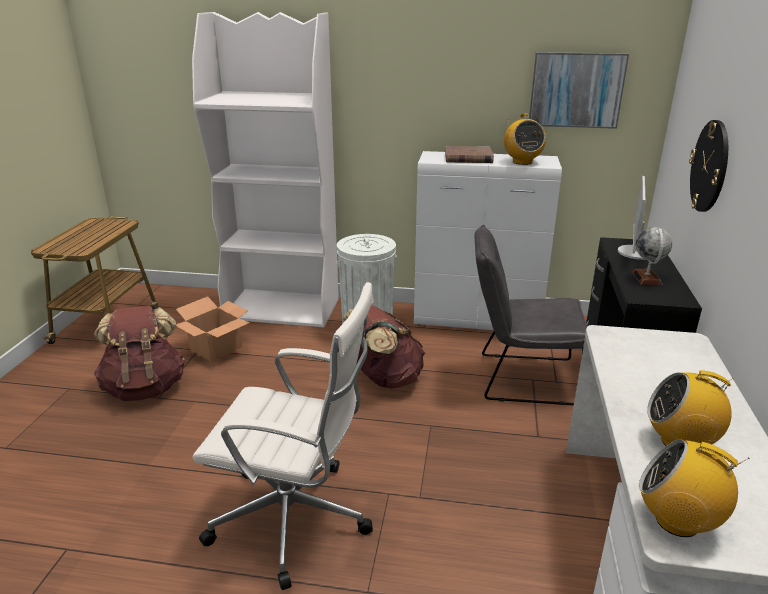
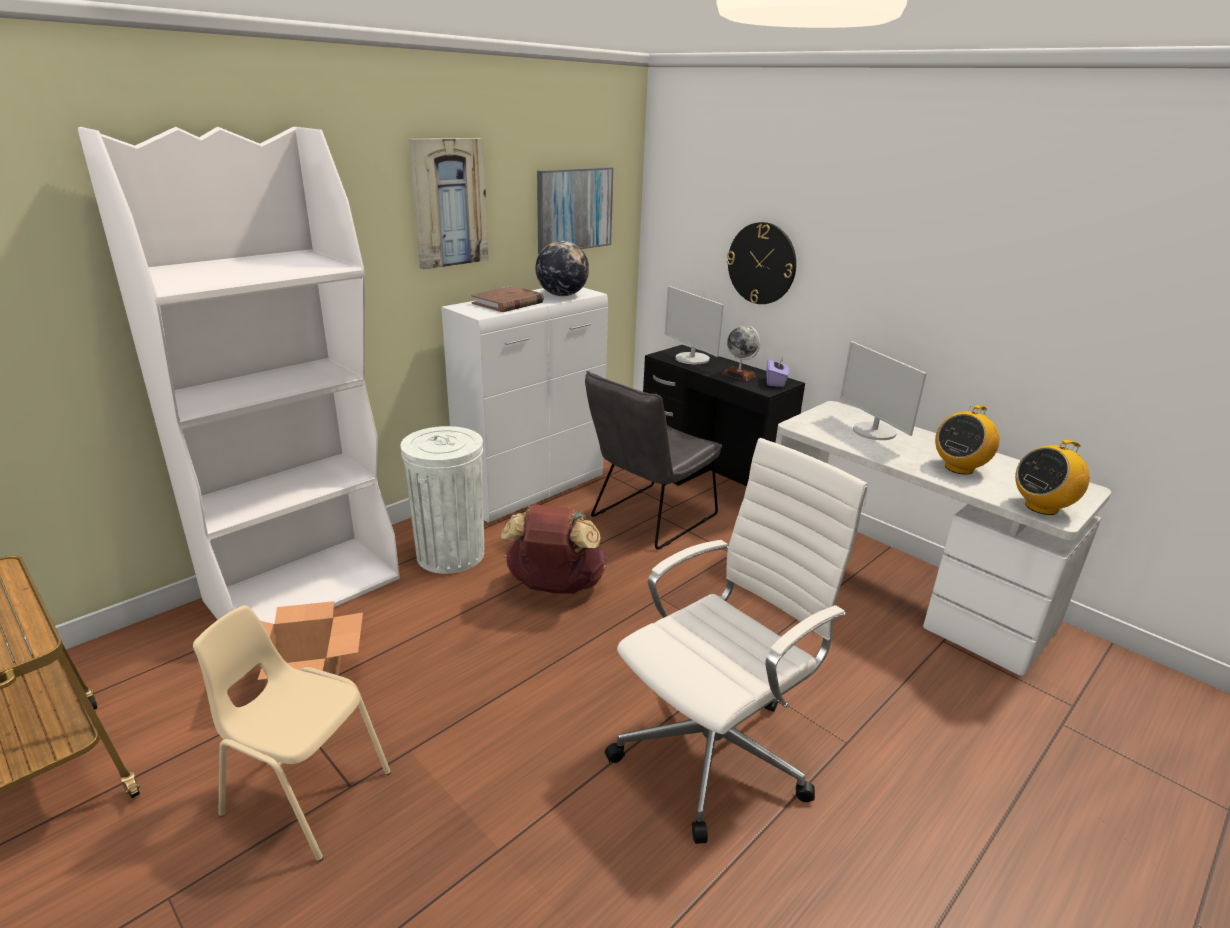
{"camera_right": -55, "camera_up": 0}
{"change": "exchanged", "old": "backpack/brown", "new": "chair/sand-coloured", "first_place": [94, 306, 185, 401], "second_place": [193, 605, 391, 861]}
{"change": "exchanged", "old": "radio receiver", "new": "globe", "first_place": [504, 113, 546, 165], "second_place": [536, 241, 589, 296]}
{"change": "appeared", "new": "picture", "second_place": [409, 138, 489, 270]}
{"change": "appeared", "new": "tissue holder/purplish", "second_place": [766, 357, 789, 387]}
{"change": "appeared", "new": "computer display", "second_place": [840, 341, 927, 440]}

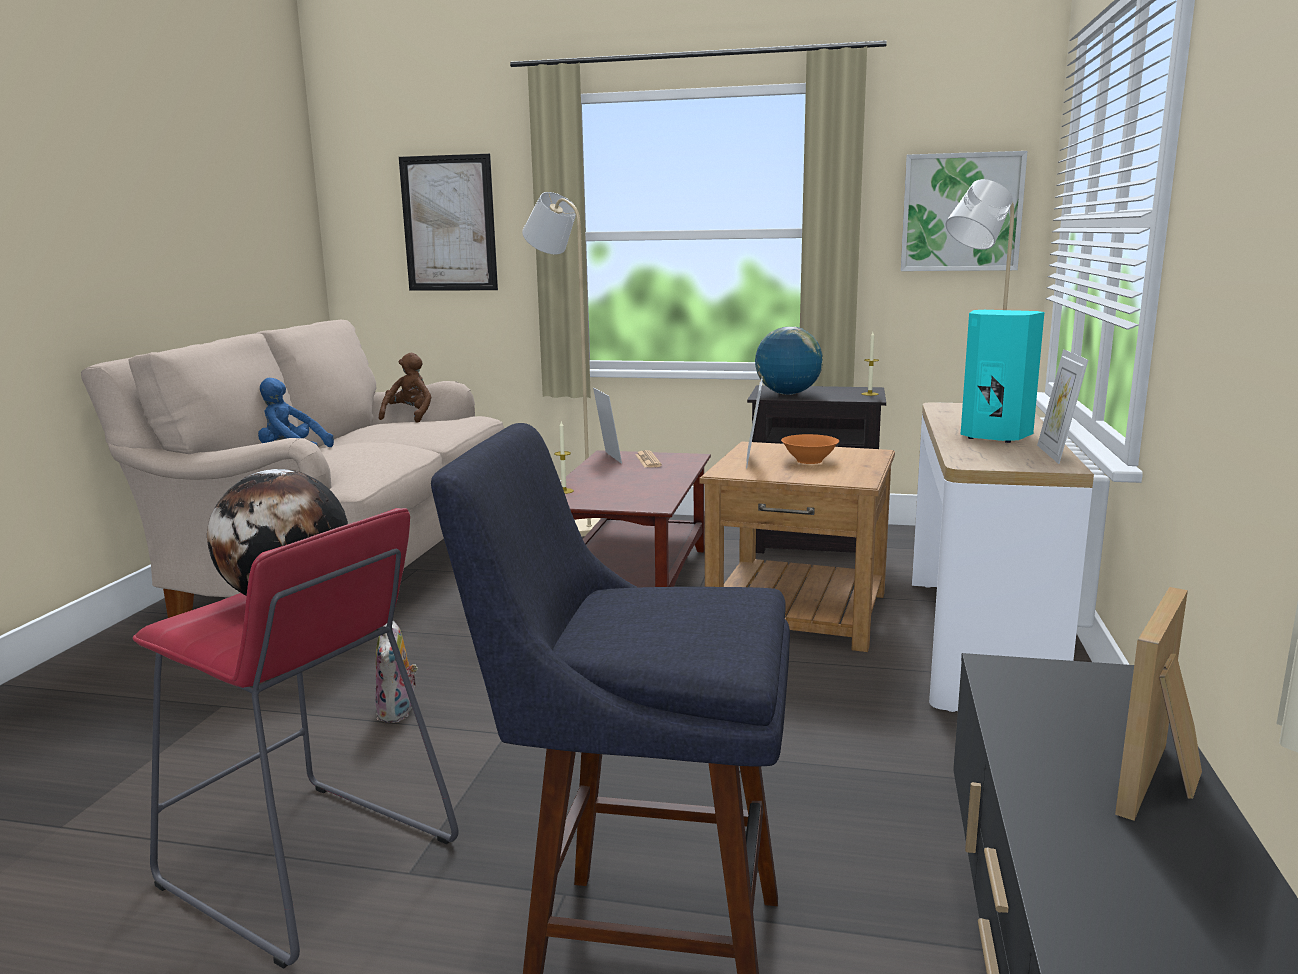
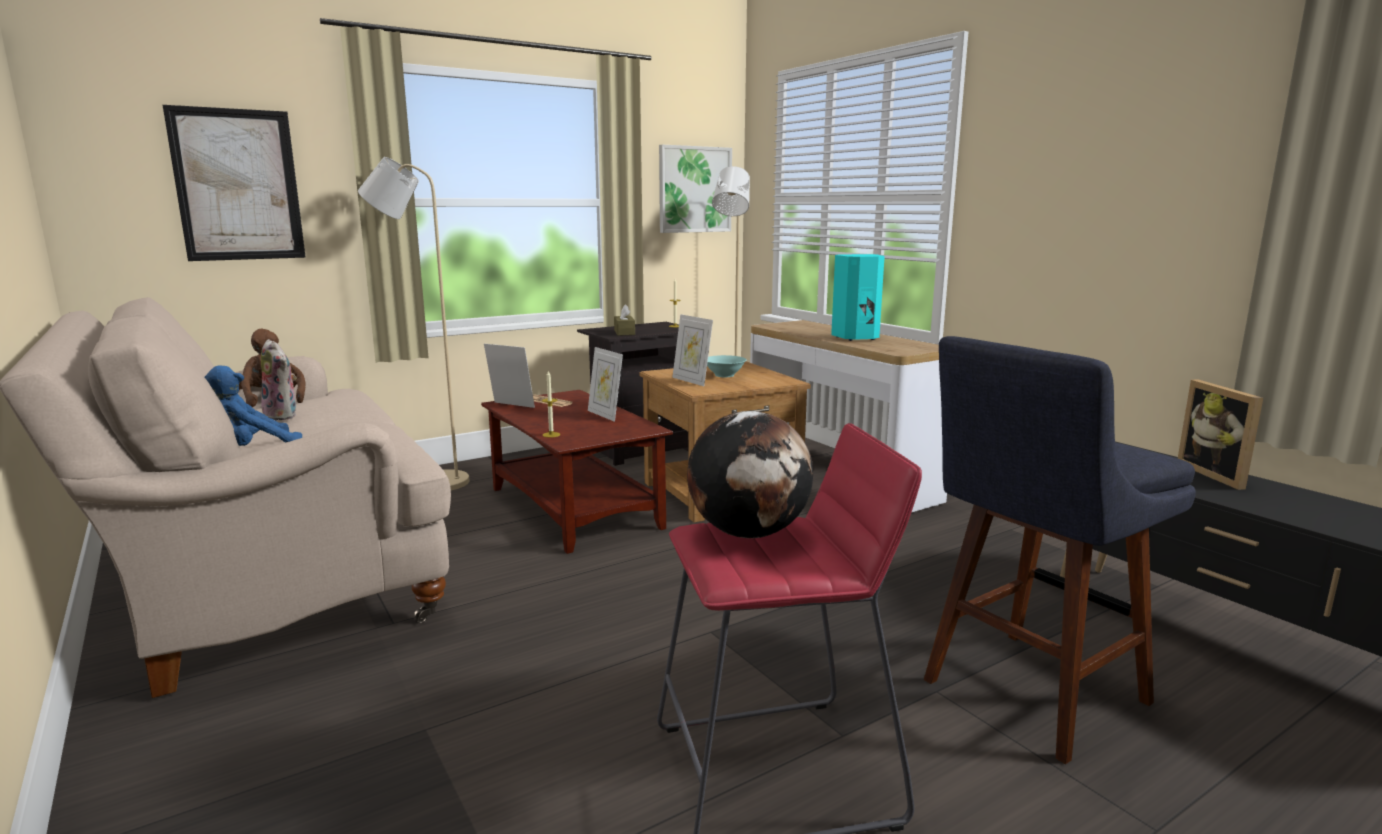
{"camera_right": -45, "camera_up": 0}
{"change": "relocated", "old": "cuddly toy", "first_place": [375, 621, 418, 723], "second_place": [261, 339, 297, 420]}
{"change": "exchanged", "old": "globe", "new": "tissue holder/brown", "first_place": [755, 327, 823, 395], "second_place": [614, 304, 635, 336]}
{"change": "colour", "old": "bowl/orange", "new": "bowl/turquoise-coloured", "first_place": [781, 434, 839, 464], "second_place": [707, 355, 747, 377]}
{"change": "relocated", "old": "photo frame", "first_place": [1037, 349, 1088, 464], "second_place": [588, 347, 623, 422]}

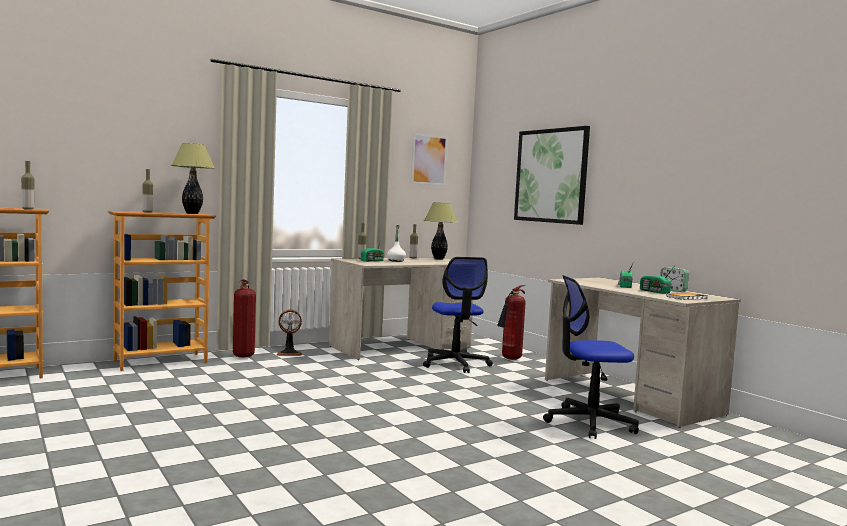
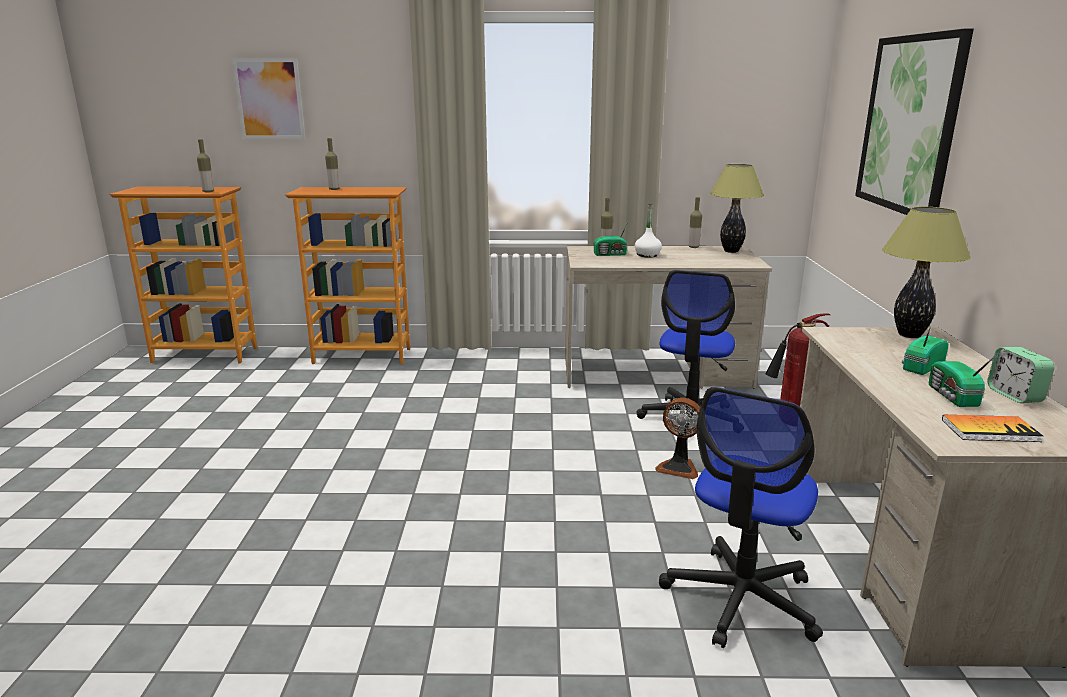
{"camera_right": 35, "camera_up": 15}
{"change": "relocated", "old": "tabletop lamp", "first_place": [171, 143, 215, 214], "second_place": [882, 207, 971, 338]}
{"change": "missing", "old": "fire-fighting cylinder", "first_place": [233, 279, 256, 358]}
{"change": "relocated", "old": "fan", "first_place": [276, 309, 302, 356], "second_place": [655, 398, 700, 479]}
{"change": "relocated", "old": "picture", "first_place": [411, 133, 448, 186], "second_place": [232, 59, 305, 139]}
{"change": "spun", "old": "desk chair", "first_place": [543, 275, 639, 439], "second_place": [659, 387, 823, 648], "degrees": -90}

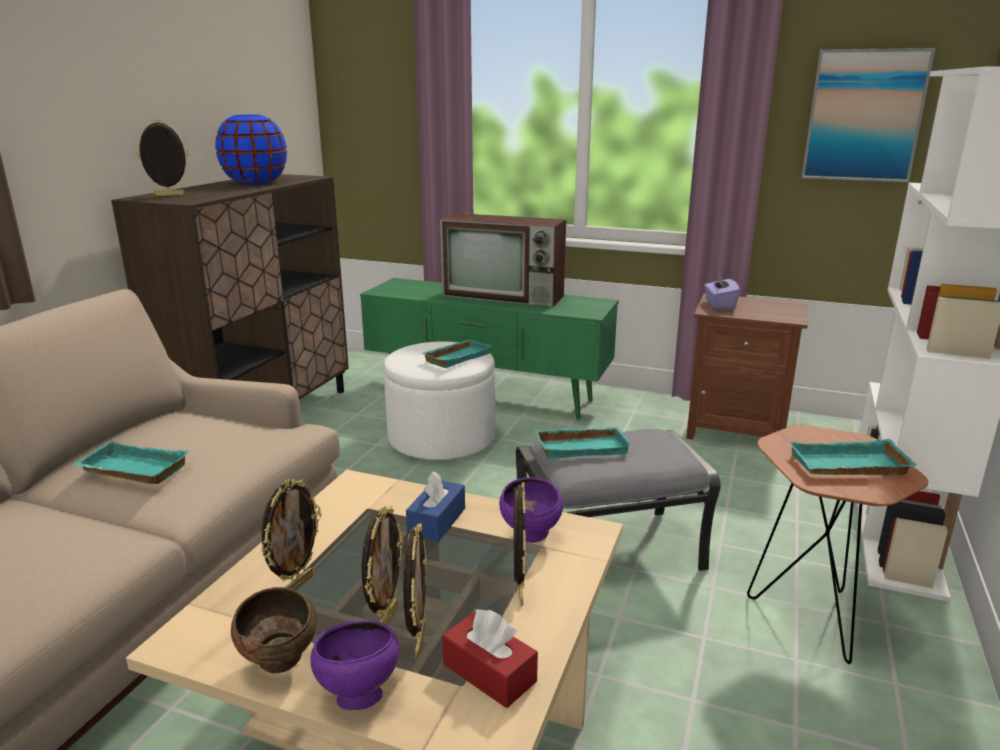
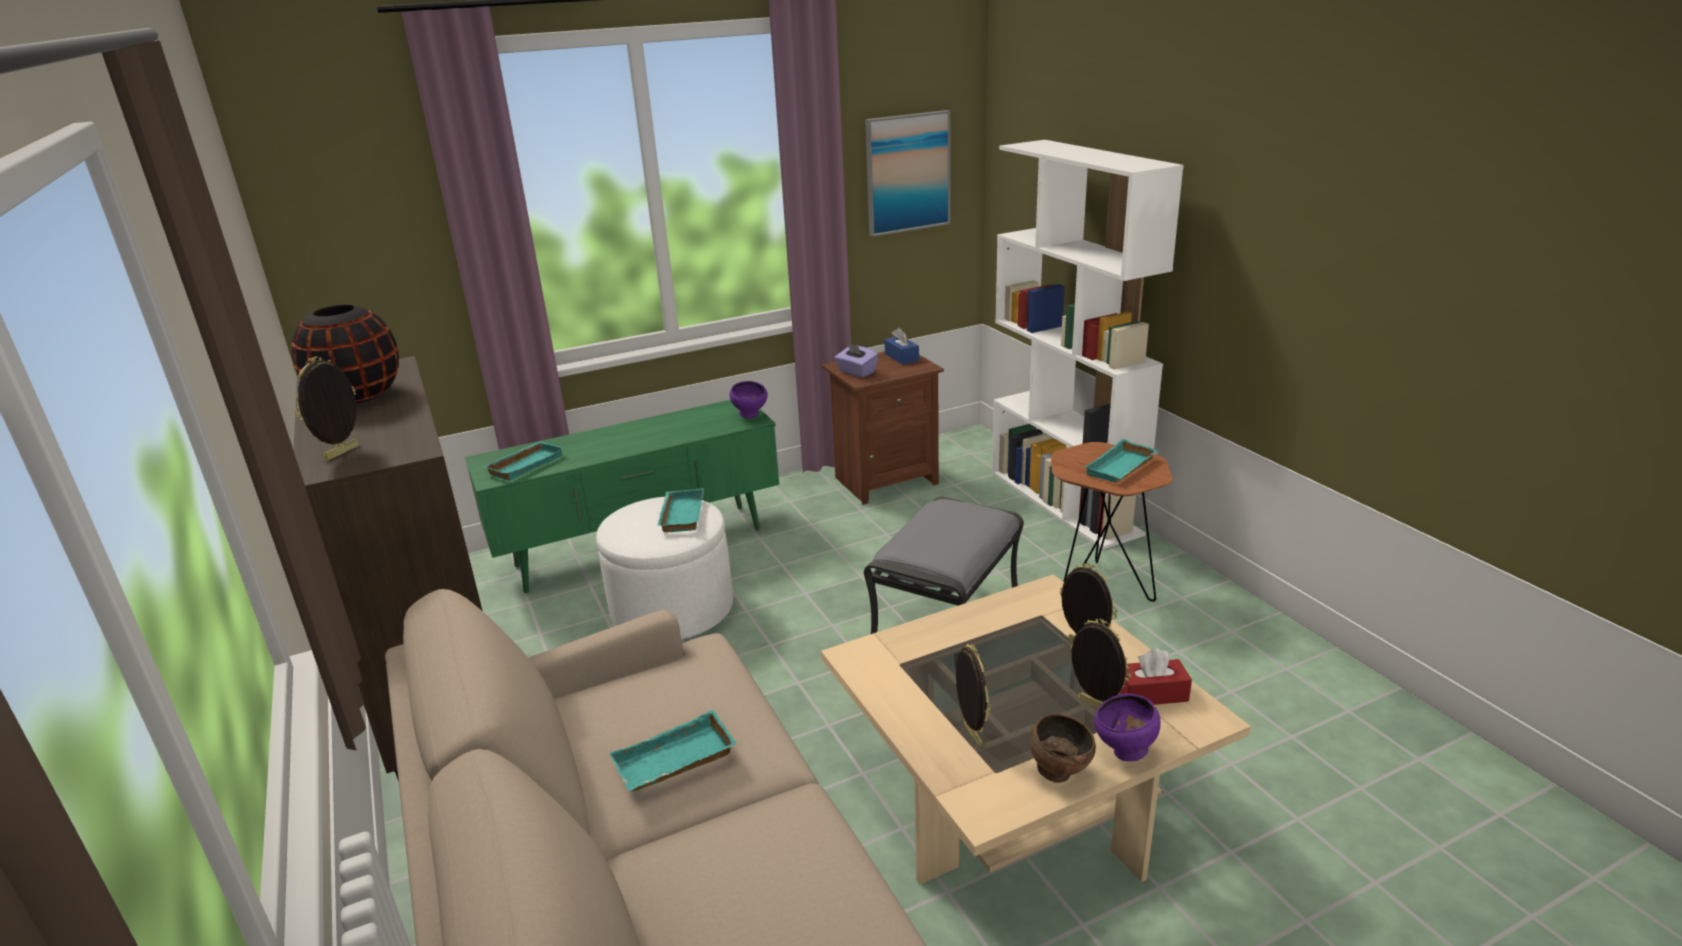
{"camera_right": -45, "camera_up": 5}
{"change": "colour", "old": "decorative vase/bluish", "new": "decorative vase/black", "first_place": [216, 115, 287, 184], "second_place": [291, 305, 399, 403]}
{"change": "missing", "old": "photo frame", "first_place": [362, 506, 403, 625]}
{"change": "relocated", "old": "tissue holder/bluish", "first_place": [406, 471, 465, 542], "second_place": [884, 328, 919, 364]}
{"change": "missing", "old": "TV", "first_place": [440, 213, 566, 307]}
{"change": "relocated", "old": "bowl/purplish", "first_place": [499, 477, 563, 543], "second_place": [730, 381, 768, 419]}
{"change": "relocated", "old": "carrying tray/turquoise-coloured", "first_place": [535, 427, 631, 459], "second_place": [482, 441, 564, 481]}

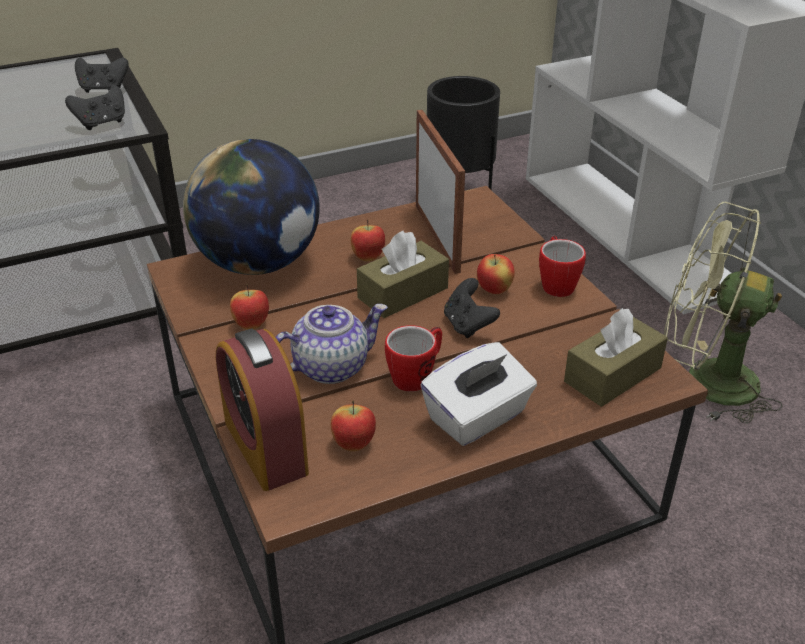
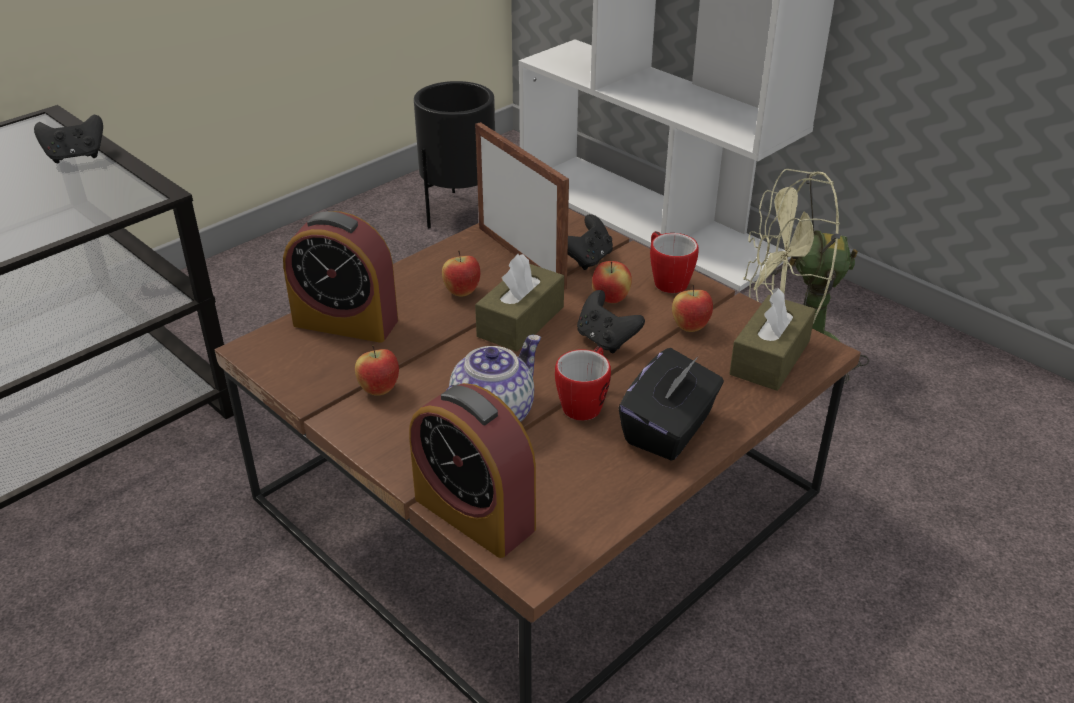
{"camera_right": -20, "camera_up": 0}
{"change": "relocated", "old": "joypad/black", "first_place": [65, 85, 125, 130], "second_place": [568, 214, 613, 270]}
{"change": "exchanged", "old": "globe", "new": "alarm clock", "first_place": [183, 139, 320, 275], "second_place": [283, 211, 398, 343]}
{"change": "relocated", "old": "whole apple", "first_place": [331, 400, 376, 451], "second_place": [672, 284, 713, 332]}
{"change": "colour", "old": "tissue holder/white-coloured", "new": "tissue holder/black", "first_place": [421, 342, 537, 446], "second_place": [619, 348, 724, 461]}

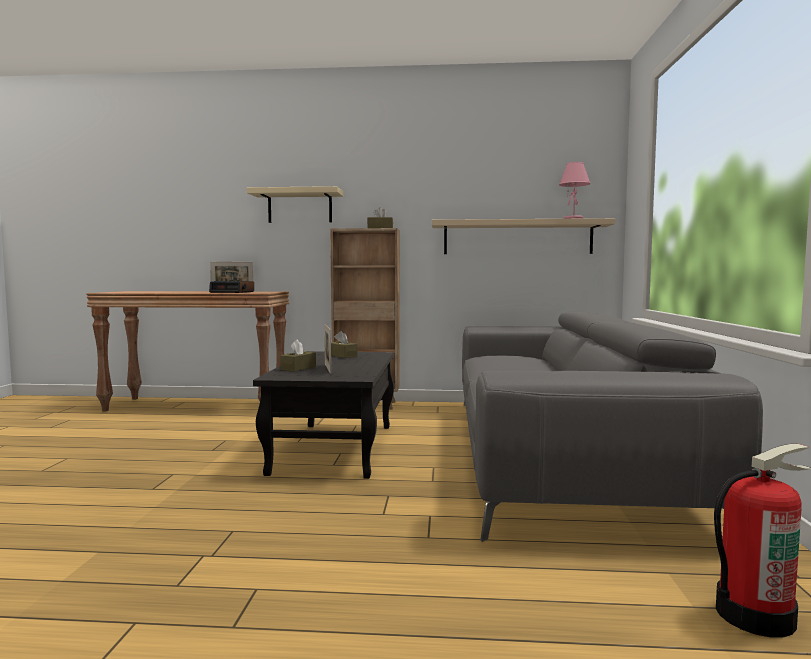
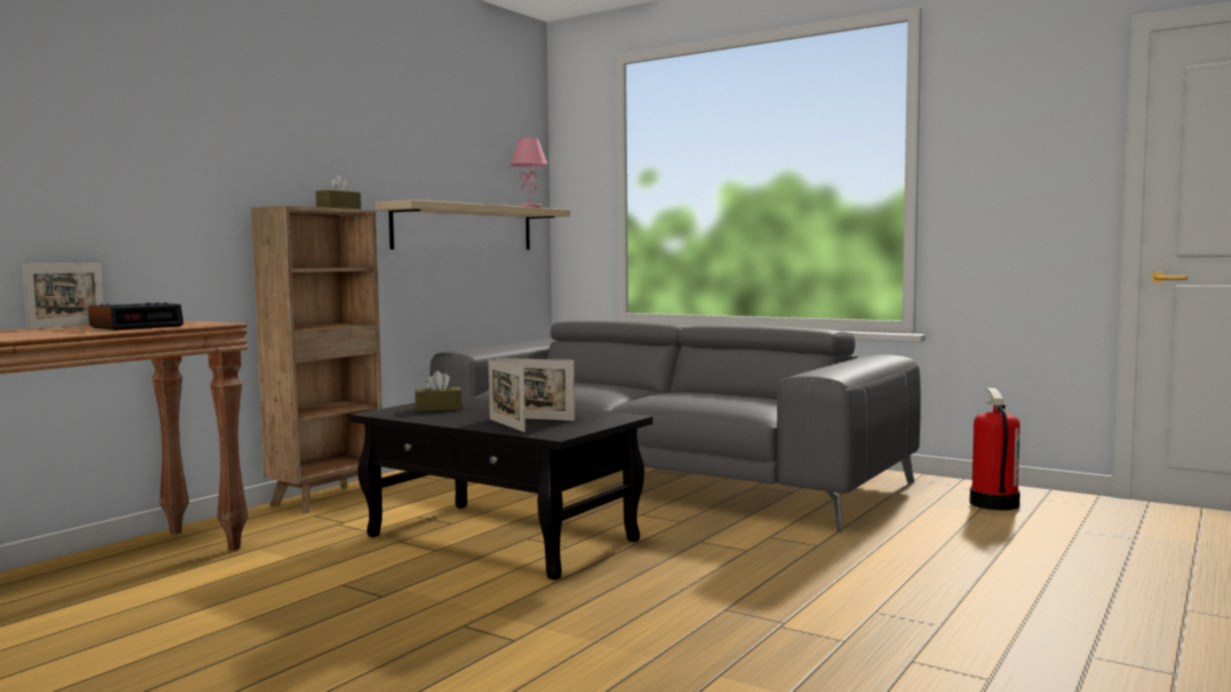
{"camera_right": -60, "camera_up": 0}
{"change": "missing", "old": "bracket shelf/sand-coloured", "first_place": [247, 186, 343, 223]}
{"change": "exchanged", "old": "tissue holder/brown", "new": "photo frame", "first_place": [280, 340, 316, 372], "second_place": [488, 359, 526, 432]}

